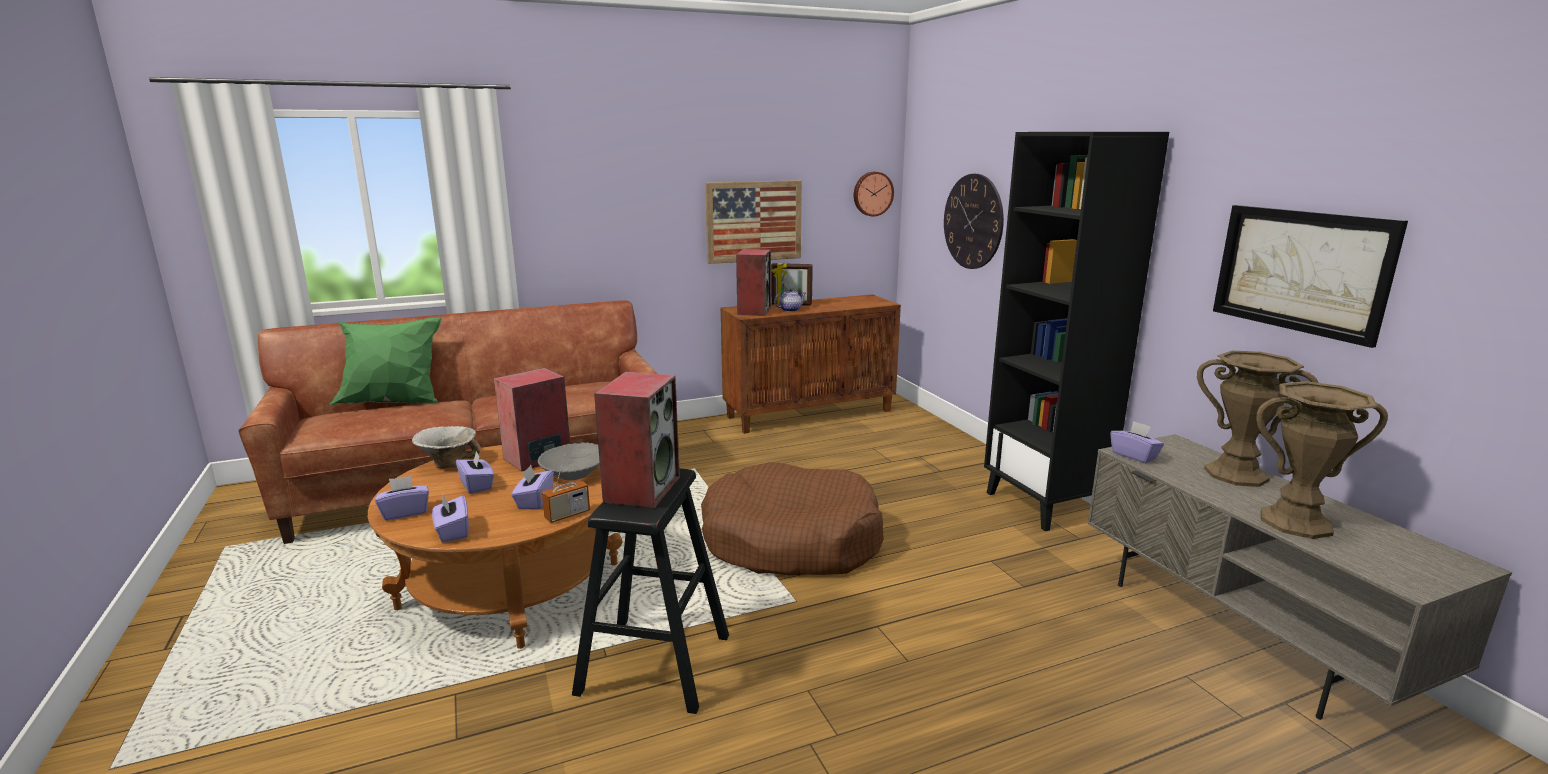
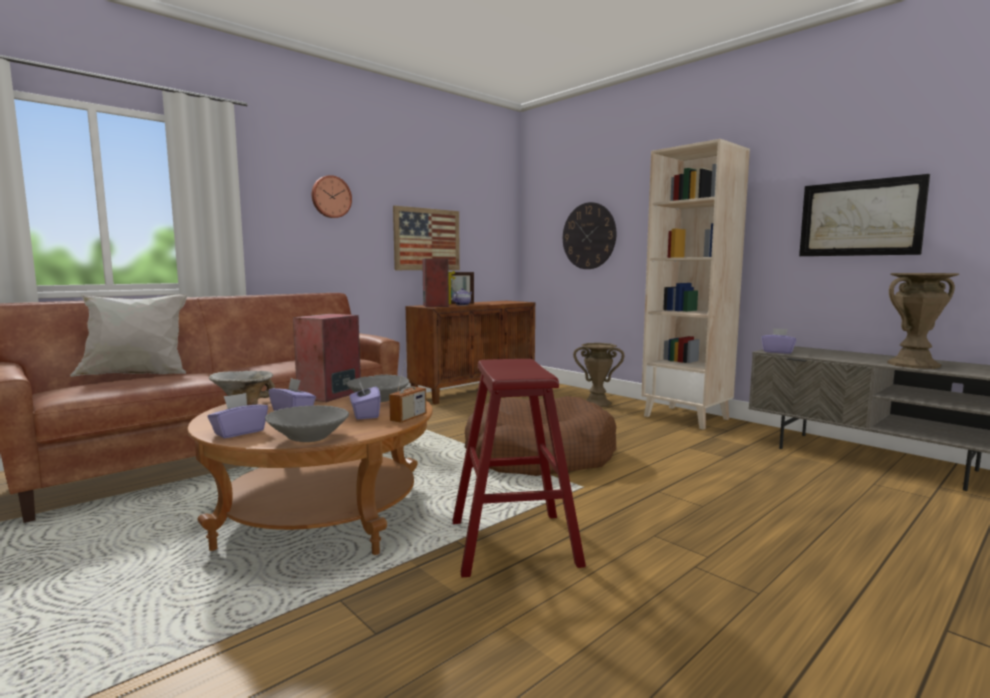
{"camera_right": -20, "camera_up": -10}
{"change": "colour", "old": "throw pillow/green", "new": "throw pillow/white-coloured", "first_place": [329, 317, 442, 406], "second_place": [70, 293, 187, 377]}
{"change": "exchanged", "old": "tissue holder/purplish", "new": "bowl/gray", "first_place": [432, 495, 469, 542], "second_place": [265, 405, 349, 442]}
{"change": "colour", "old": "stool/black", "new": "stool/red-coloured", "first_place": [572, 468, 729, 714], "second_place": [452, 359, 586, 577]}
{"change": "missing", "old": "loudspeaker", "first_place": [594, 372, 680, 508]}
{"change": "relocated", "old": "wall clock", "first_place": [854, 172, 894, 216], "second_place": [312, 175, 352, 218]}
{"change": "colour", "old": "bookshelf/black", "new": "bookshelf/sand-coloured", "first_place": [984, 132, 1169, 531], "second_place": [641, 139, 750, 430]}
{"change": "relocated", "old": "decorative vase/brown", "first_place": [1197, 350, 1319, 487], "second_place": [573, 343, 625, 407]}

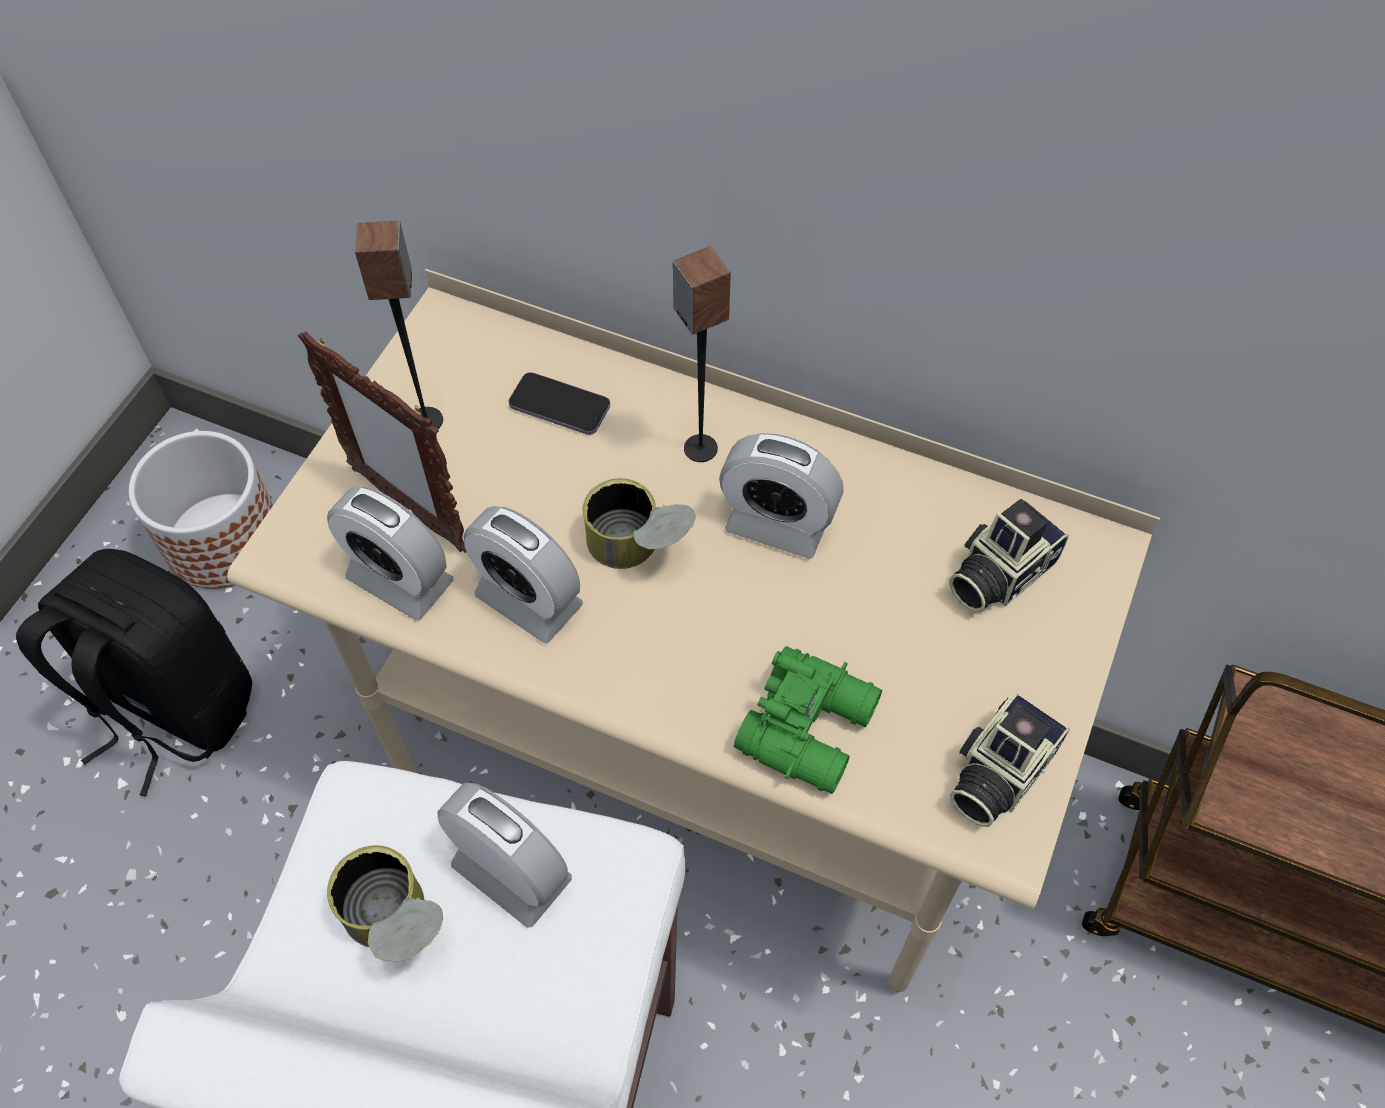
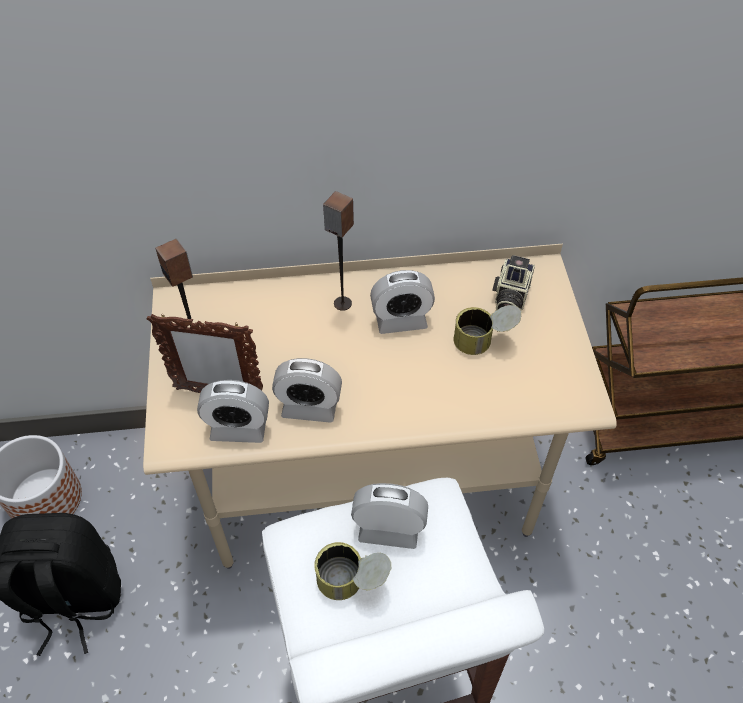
{"camera_right": -30, "camera_up": -5}
{"change": "missing", "old": "phone", "first_place": [509, 372, 610, 435]}
{"change": "relocated", "old": "sealed can", "first_place": [583, 478, 696, 569], "second_place": [453, 305, 522, 355]}
{"change": "missing", "old": "field glasses/green", "first_place": [734, 646, 882, 794]}
{"change": "missing", "old": "still camera", "first_place": [950, 694, 1070, 827]}

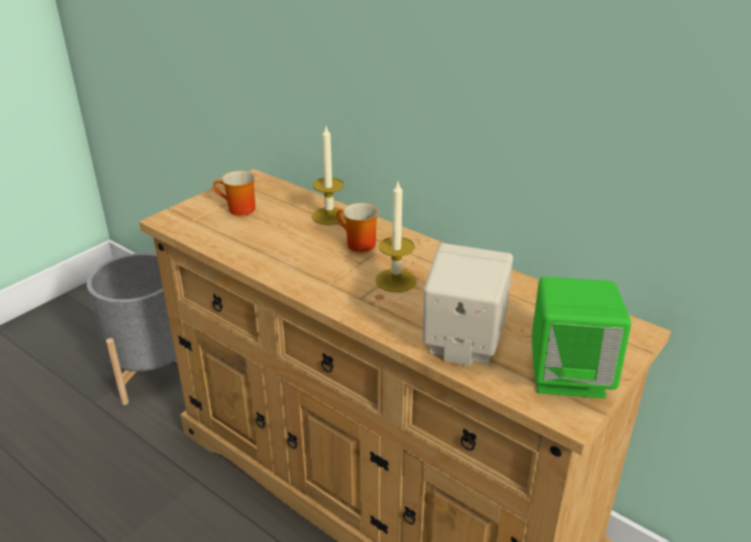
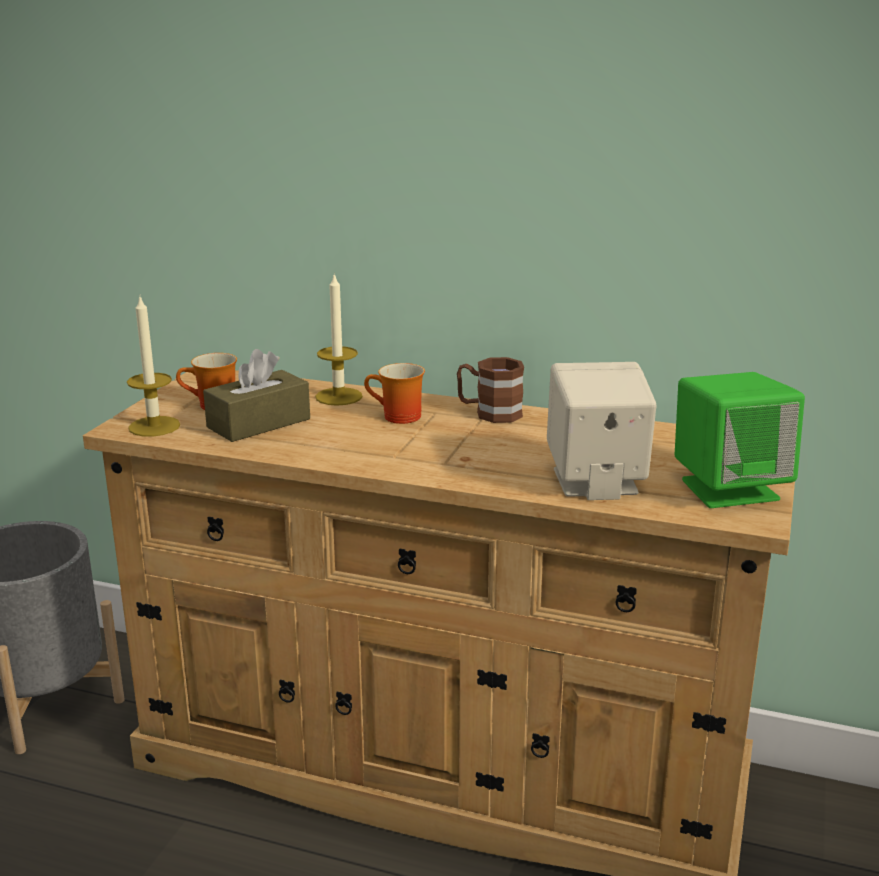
{"camera_right": -20, "camera_up": -10}
{"change": "relocated", "old": "candle", "first_place": [376, 182, 417, 292], "second_place": [127, 297, 180, 437]}
{"change": "appeared", "new": "tissue holder/brown", "second_place": [203, 349, 310, 442]}
{"change": "appeared", "new": "coffee mug/brown", "second_place": [457, 357, 524, 423]}

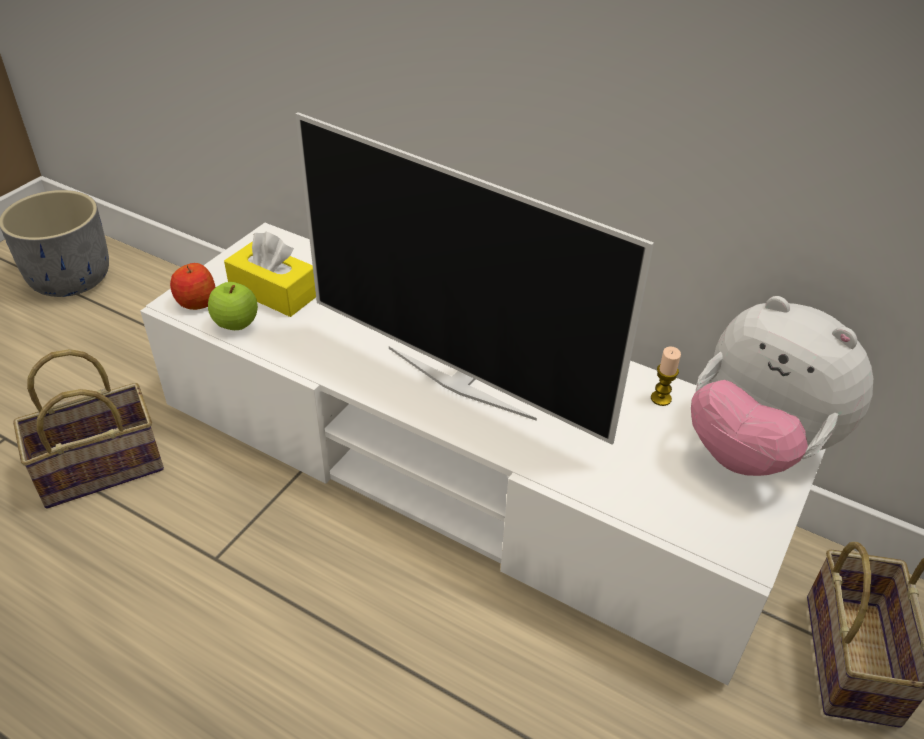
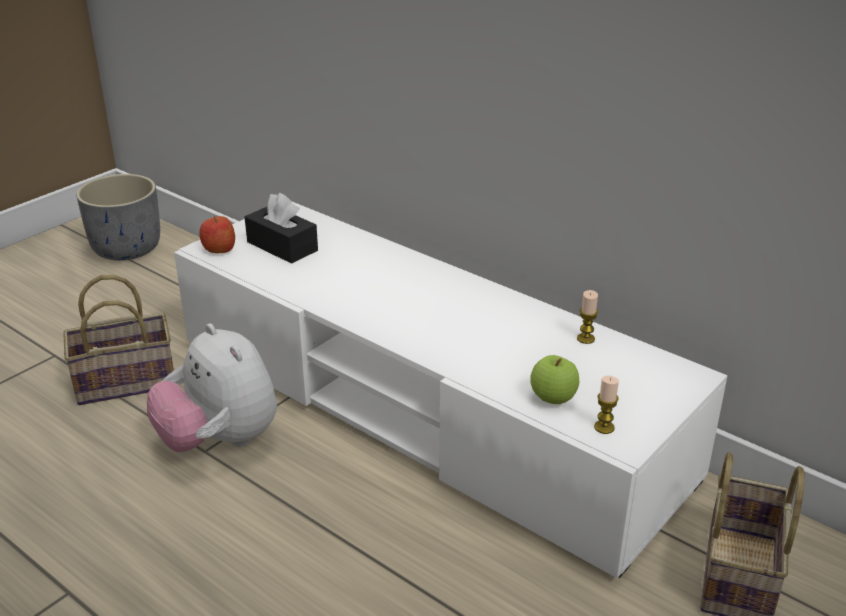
{"camera_right": 10, "camera_up": -10}
{"change": "relocated", "old": "whole apple", "first_place": [208, 282, 258, 330], "second_place": [530, 355, 579, 404]}
{"change": "colour", "old": "tissue holder/yellow", "new": "tissue holder/black", "first_place": [224, 231, 316, 317], "second_place": [245, 193, 318, 264]}
{"change": "missing", "old": "TV", "first_place": [296, 112, 654, 445]}
{"change": "relocated", "old": "cuddly toy", "first_place": [691, 296, 873, 476], "second_place": [147, 323, 277, 452]}
{"change": "appeared", "new": "candle", "second_place": [594, 375, 619, 434]}

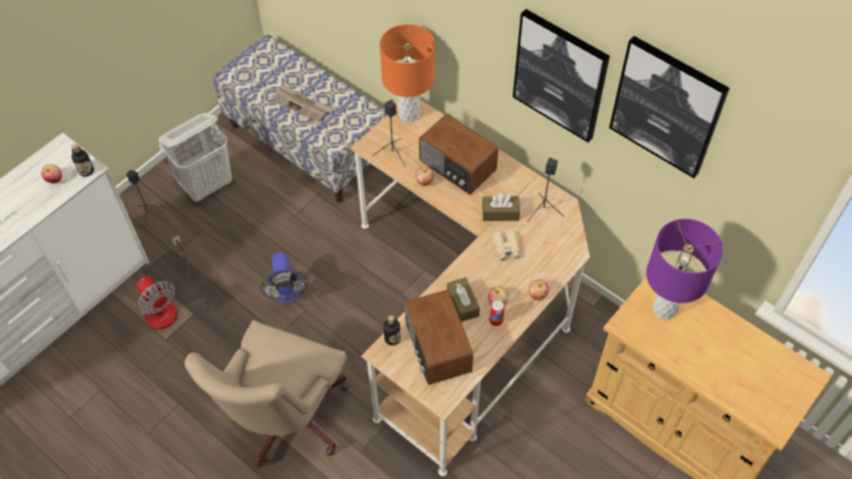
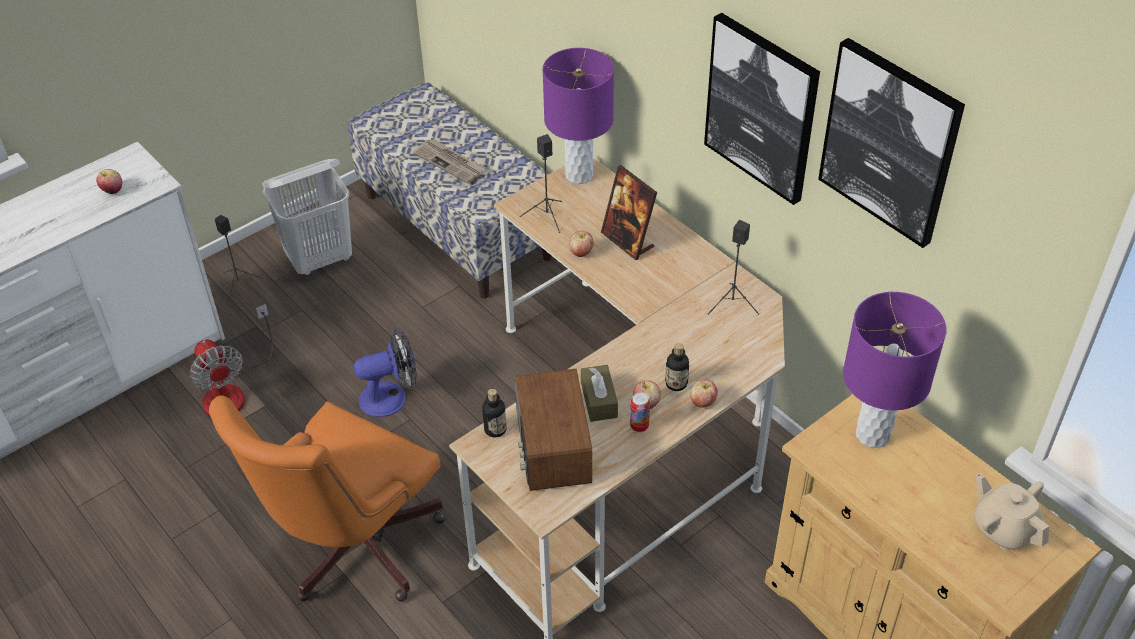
{"camera_right": 10, "camera_up": -10}
{"change": "relocated", "old": "bottle", "first_place": [72, 144, 94, 177], "second_place": [665, 343, 689, 391]}
{"change": "colour", "old": "desk chair/sand-coloured", "new": "desk chair/orange", "first_place": [185, 320, 349, 467], "second_place": [209, 396, 446, 601]}
{"change": "spun", "old": "fan", "first_place": [260, 252, 309, 303], "second_place": [354, 328, 417, 417], "degrees": -105}
{"change": "colour", "old": "tabletop lamp/orange", "new": "tabletop lamp/purplish", "first_place": [380, 24, 435, 122], "second_place": [543, 48, 614, 184]}
{"change": "exchanged", "old": "radio receiver", "new": "photo frame", "first_place": [419, 114, 498, 195], "second_place": [601, 165, 657, 260]}
{"change": "missing", "old": "tissue holder/brown", "first_place": [482, 193, 520, 221]}
{"change": "missing", "old": "field glasses/sand-coloured", "first_place": [493, 230, 520, 261]}
{"change": "appeared", "new": "pot for tea/sand-coloured", "second_place": [974, 473, 1049, 551]}

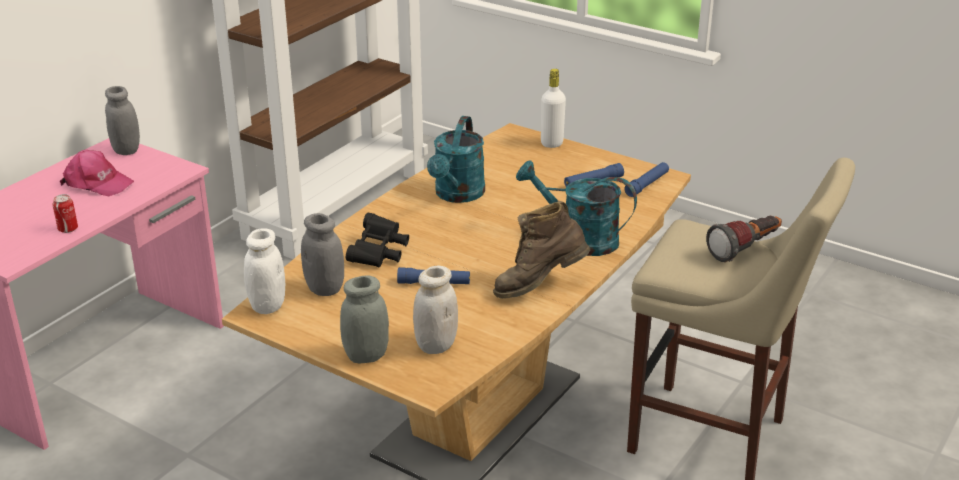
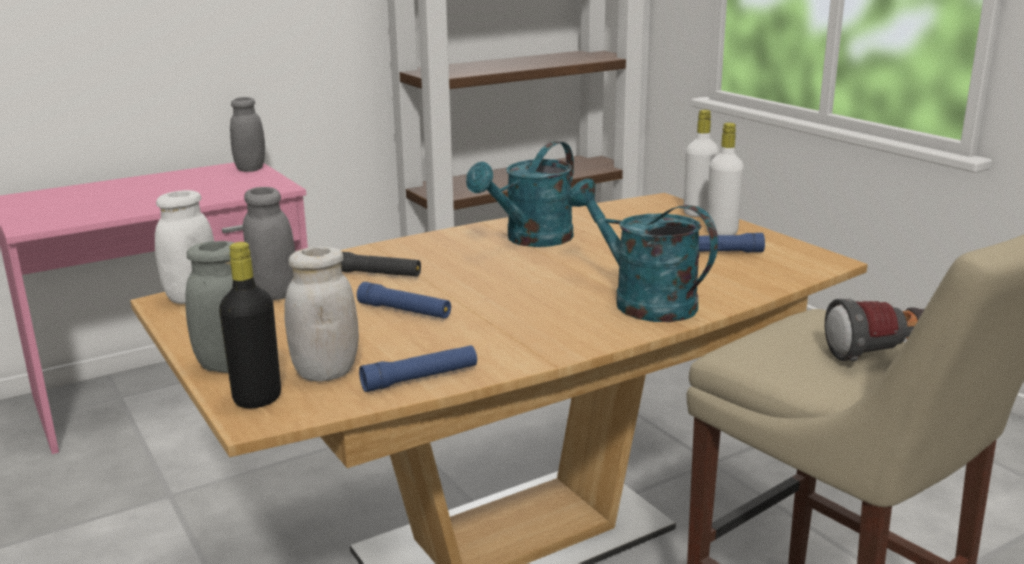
{"camera_right": 25, "camera_up": -10}
{"change": "missing", "old": "sealed can", "first_place": [53, 194, 78, 233]}
{"change": "missing", "old": "baseball cap/pinkish", "first_place": [60, 150, 134, 196]}
{"change": "exchanged", "old": "field glasses/black", "new": "torch/black", "first_place": [346, 213, 409, 267], "second_place": [341, 252, 421, 276]}
{"change": "missing", "old": "boot/brown", "first_place": [493, 201, 590, 299]}
{"change": "relocated", "old": "torch/bluish", "first_place": [624, 162, 669, 197], "second_place": [359, 345, 477, 392]}
{"change": "appeared", "new": "bottle/black", "second_place": [219, 242, 281, 408]}
{"change": "appeared", "new": "bottle/white-coloured", "second_place": [707, 123, 744, 235]}

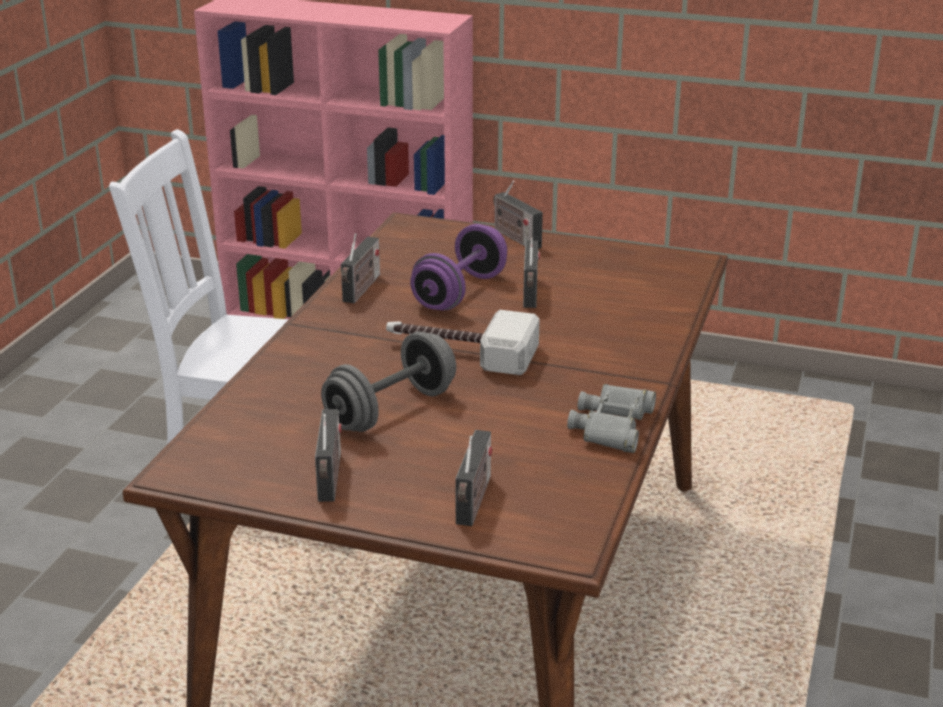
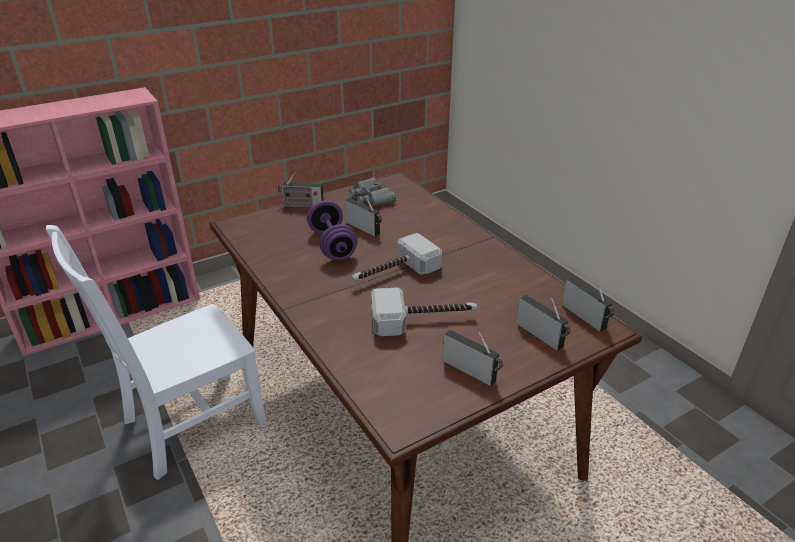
{"camera_right": -50, "camera_up": 5}
{"change": "exchanged", "old": "free weight/gray", "new": "hand hammer", "first_place": [321, 331, 456, 432], "second_place": [371, 287, 477, 336]}
{"change": "relocated", "old": "radio receiver", "first_place": [341, 233, 380, 303], "second_place": [562, 278, 614, 332]}
{"change": "relocated", "old": "field glasses/gray", "first_place": [567, 384, 656, 453], "second_place": [349, 177, 396, 206]}

